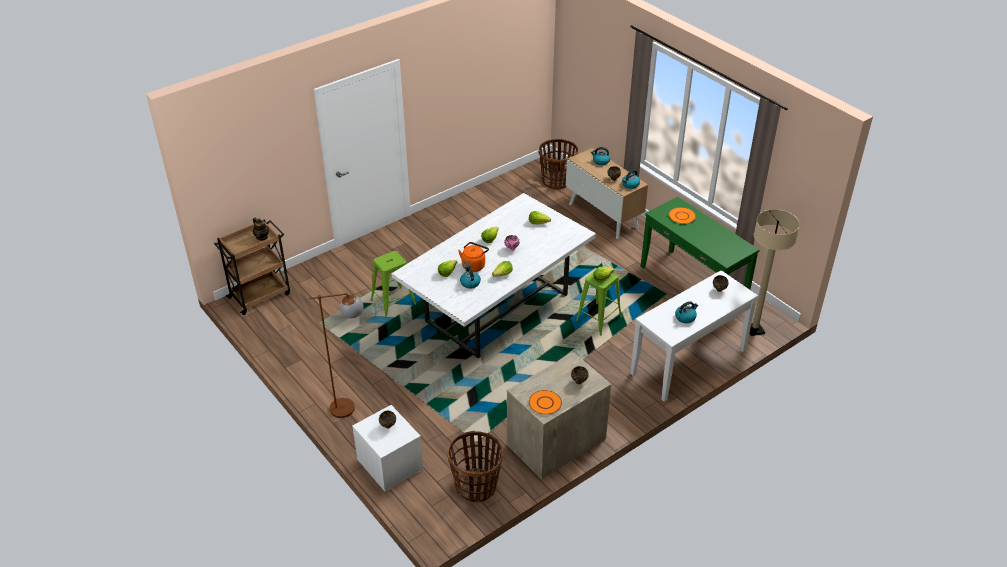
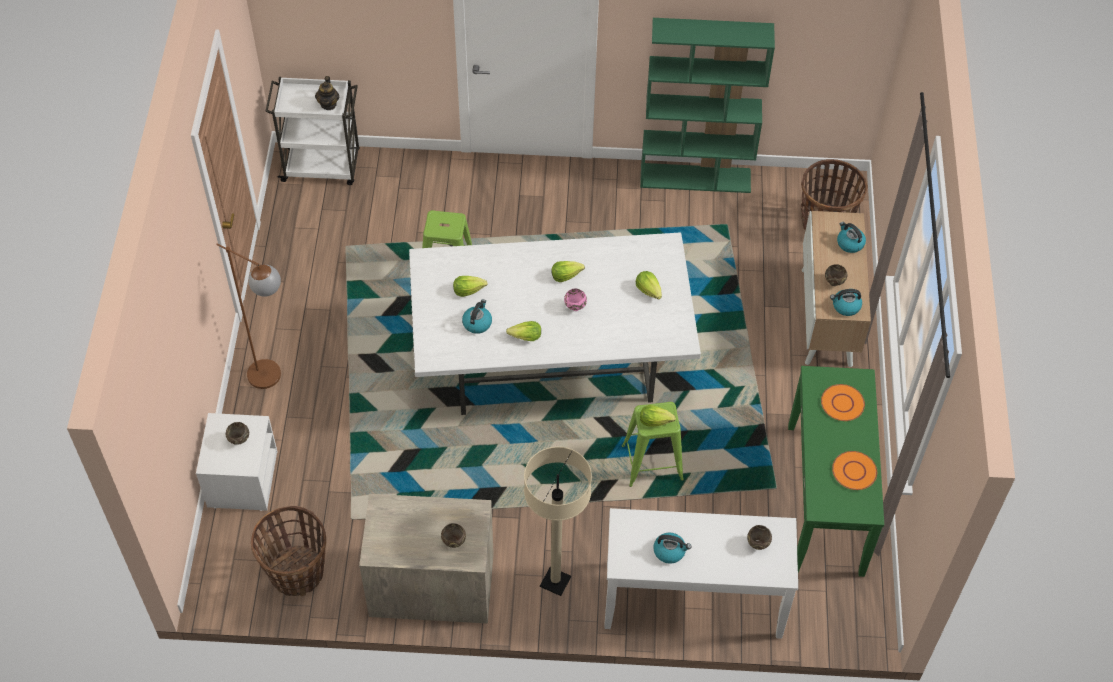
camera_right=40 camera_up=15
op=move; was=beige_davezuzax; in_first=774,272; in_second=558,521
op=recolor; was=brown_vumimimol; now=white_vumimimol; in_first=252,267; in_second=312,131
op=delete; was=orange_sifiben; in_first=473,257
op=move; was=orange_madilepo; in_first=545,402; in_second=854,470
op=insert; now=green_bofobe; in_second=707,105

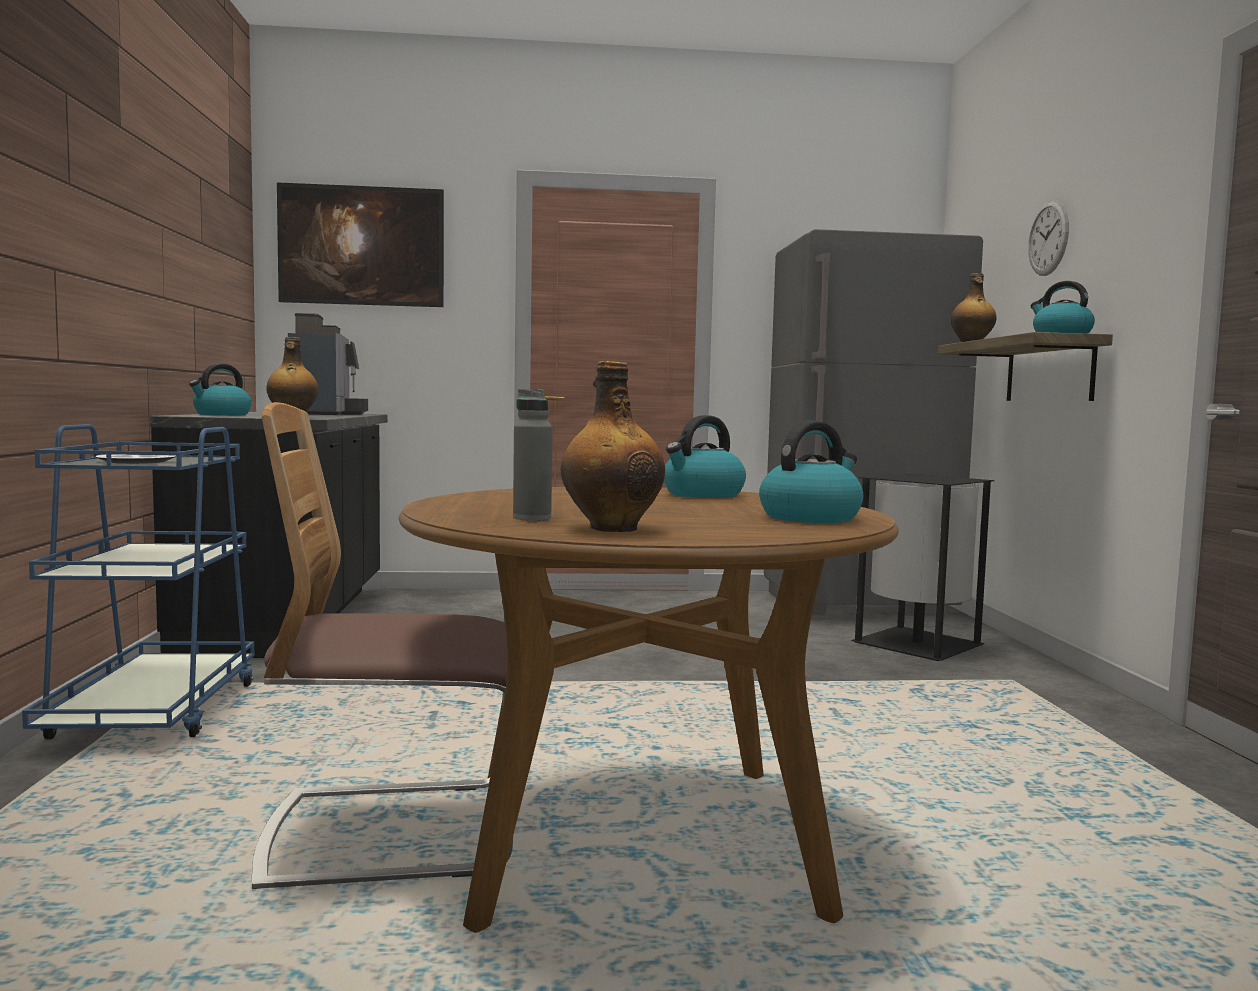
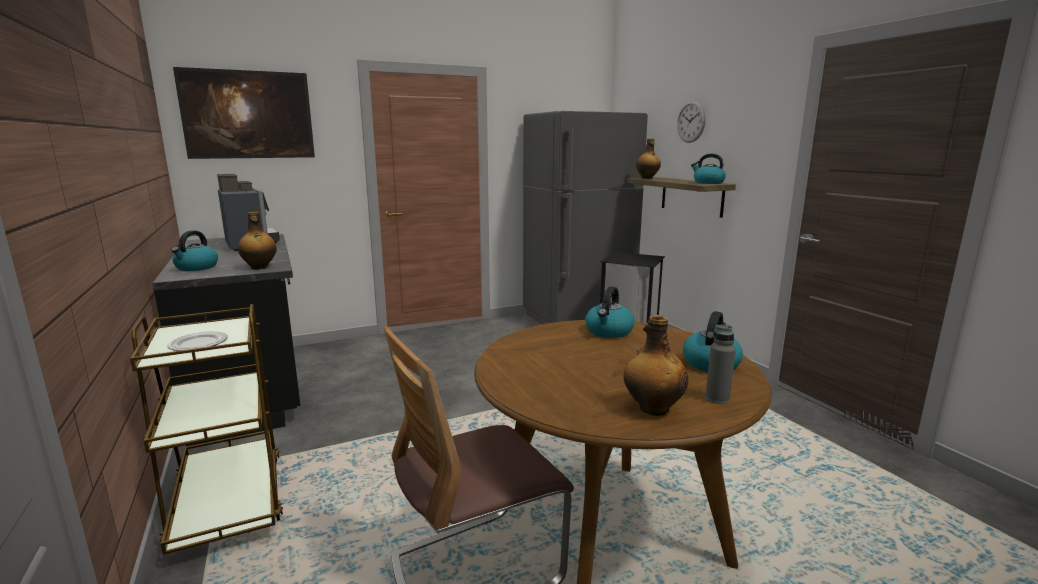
camera_right=-20 camera_up=10
op=move; was=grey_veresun; in_first=533,454; in_second=720,364
op=recolor; was=blue_vumimimol; now=brown_vumimimol; in_first=138,581; in_second=206,429

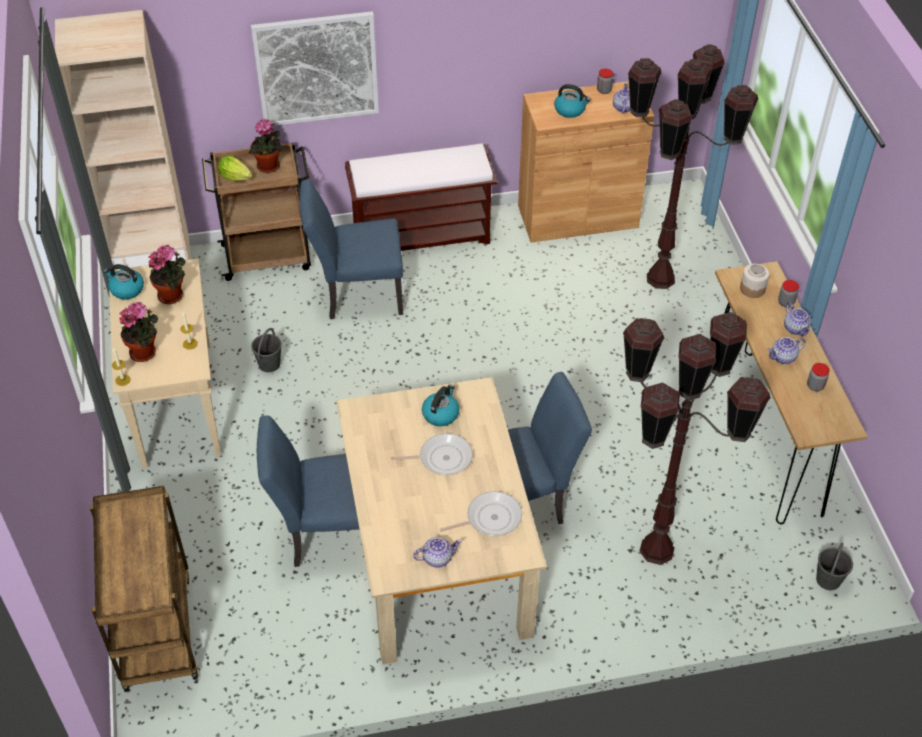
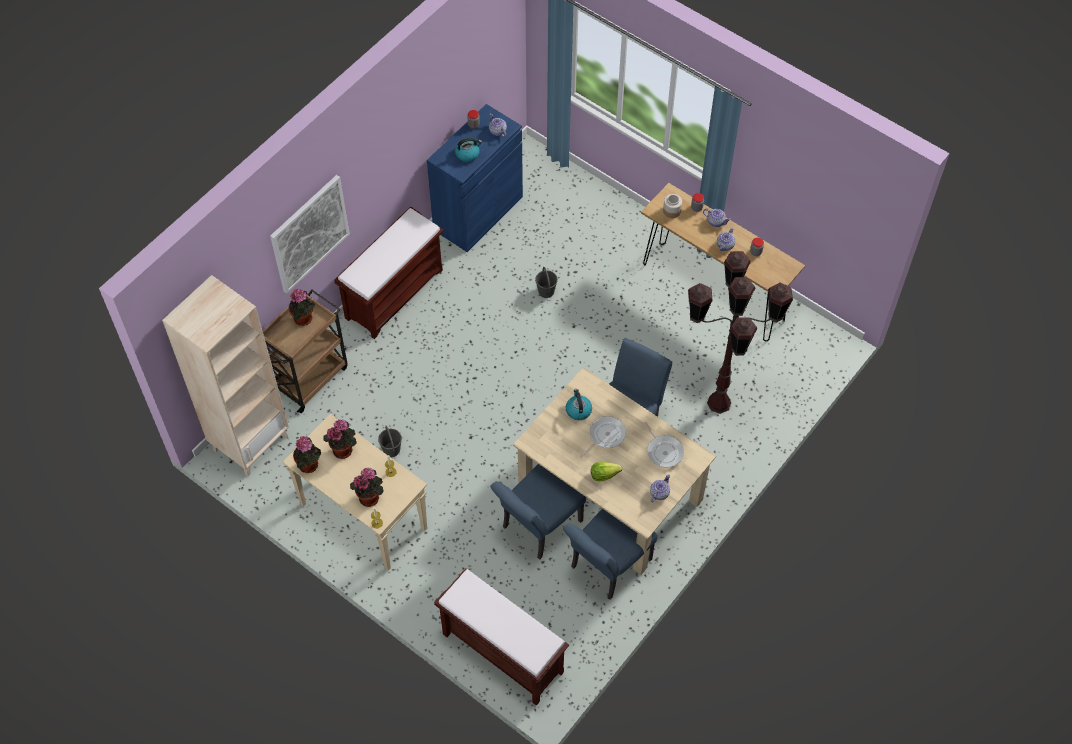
camera_right=-40 camera_up=10
op=delete; was=brown_davezuzax; in_first=693,166
op=recolor; was=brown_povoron; now=blue_povoron; in_first=586,162; in_second=475,178
op=move; was=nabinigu; in_first=235,168; in_second=606,472
op=move; was=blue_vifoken; in_first=351,249; in_second=610,554
op=replace; was=sifiben; now=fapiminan; in_first=123,281; in_second=307,454
op=replace; was=brown_vumimimol; now=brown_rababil; in_first=144,589; in_second=501,637
op=rotate; was=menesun; in_first=481,513; in_second=664,445; clockwise=120
op=move; was=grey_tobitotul; in_first=834,566; in_second=546,282

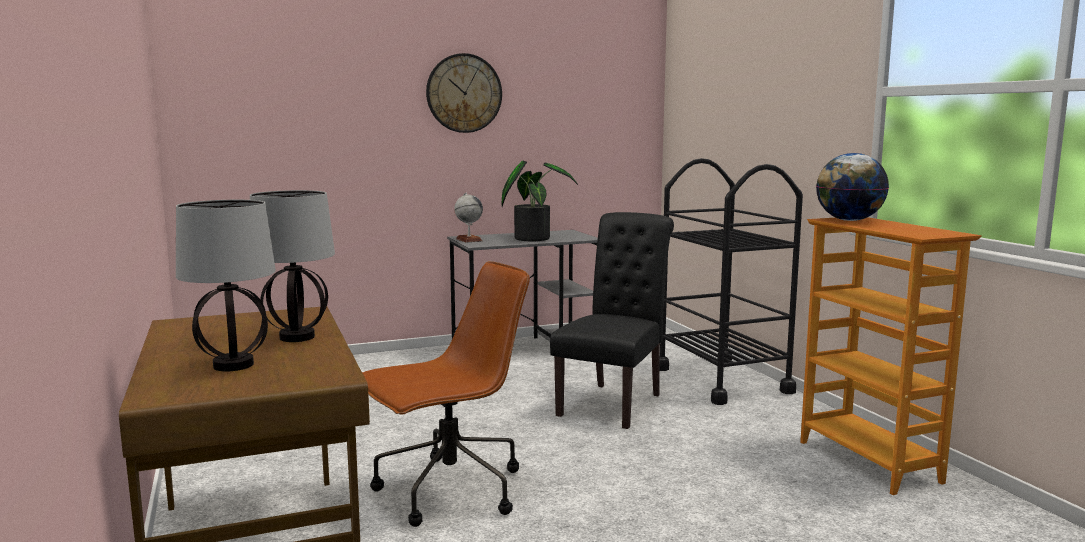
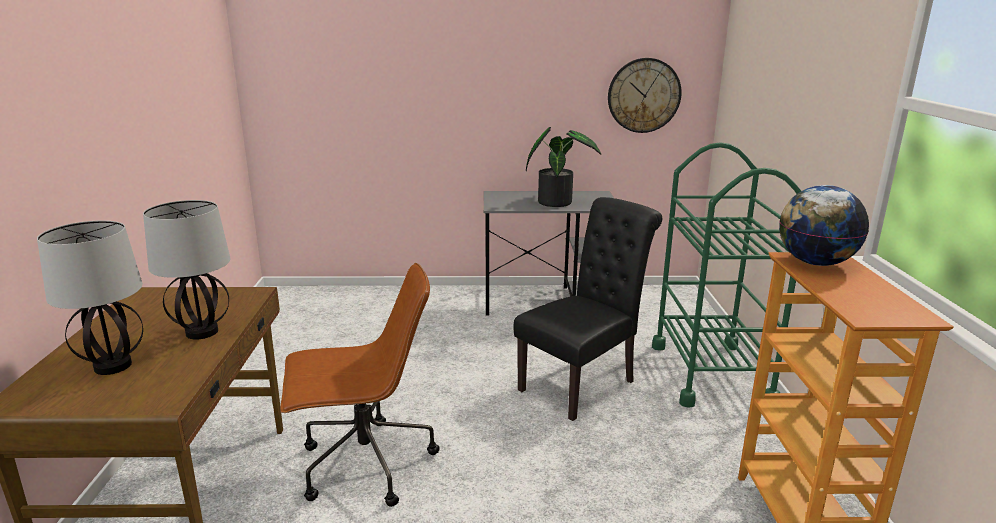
camera_right=20 camera_up=10
op=move; was=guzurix; in_first=464,93; in_second=645,95
op=recolor; was=black_vumimimol; now=green_vumimimol; in_first=731,281; in_second=726,275
op=delete; was=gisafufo; in_first=468,218

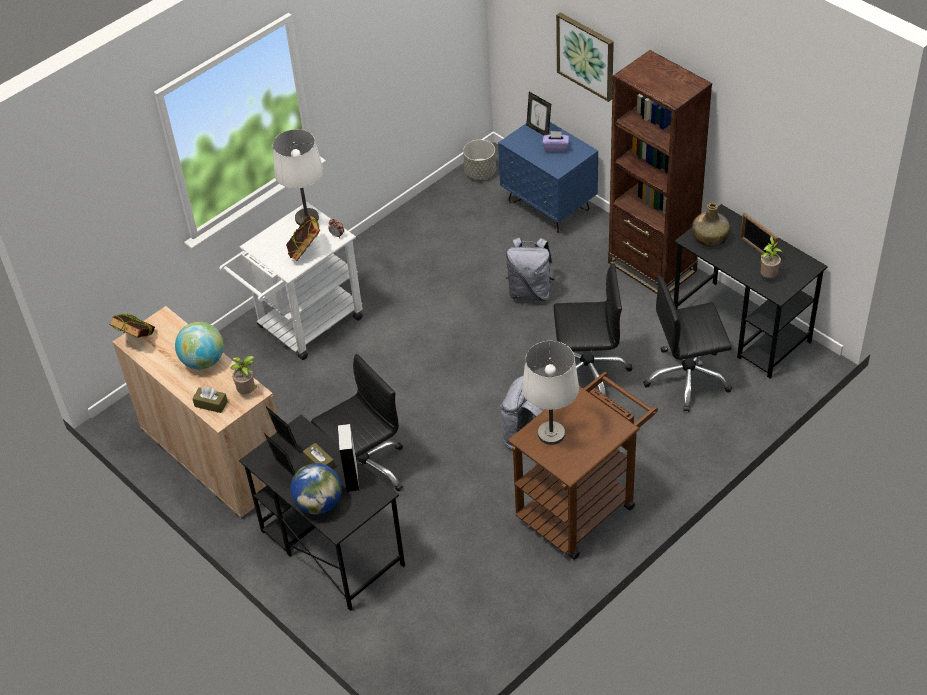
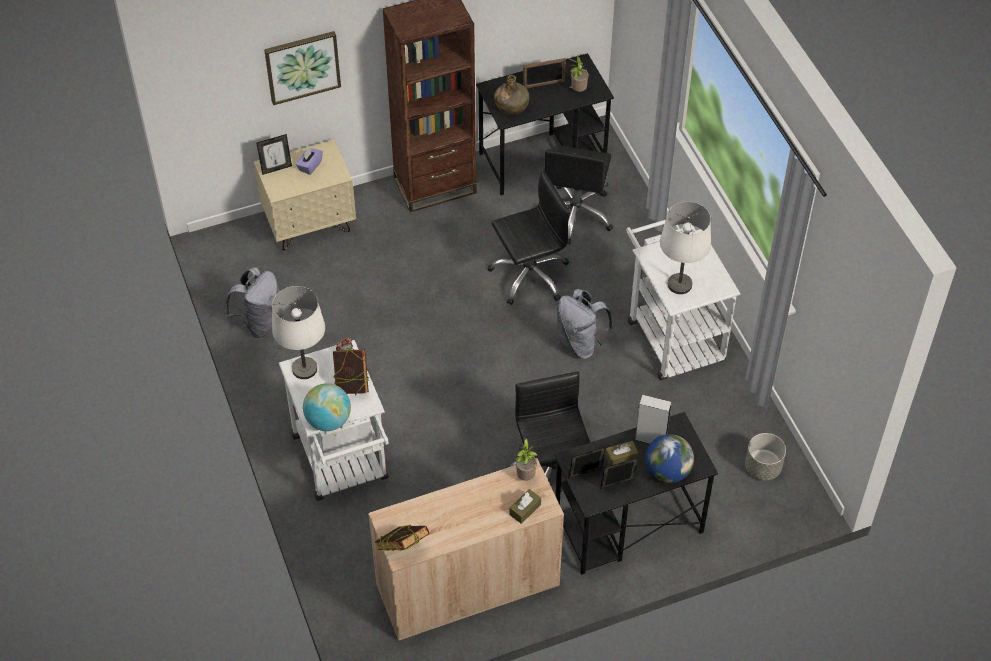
camera_right=-70 camera_up=5
op=recolor; was=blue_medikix; now=beige_medikix; in_first=548,177; in_second=305,195
op=move; was=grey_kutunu; in_first=479,160; in_second=765,456
op=move; was=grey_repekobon; in_first=530,269; in_second=254,302
op=rotate; was=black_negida; in_first=593,329; in_second=529,238; clockwise=45
op=move; was=gisafufo; in_first=199,346; in_second=327,407
op=recolor; was=brown_vumimimol; now=white_vumimimol; in_first=583,466; in_second=683,300

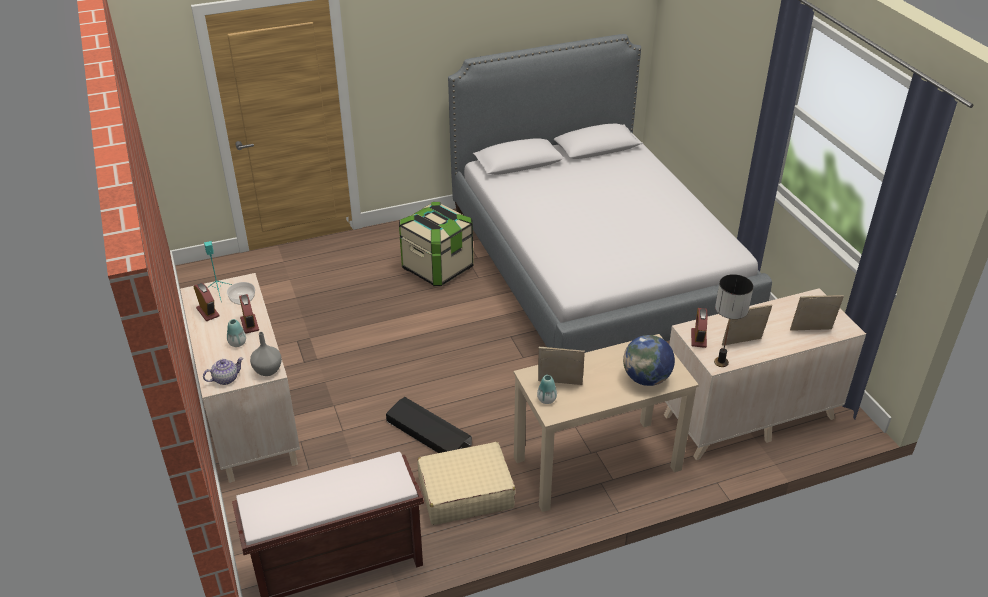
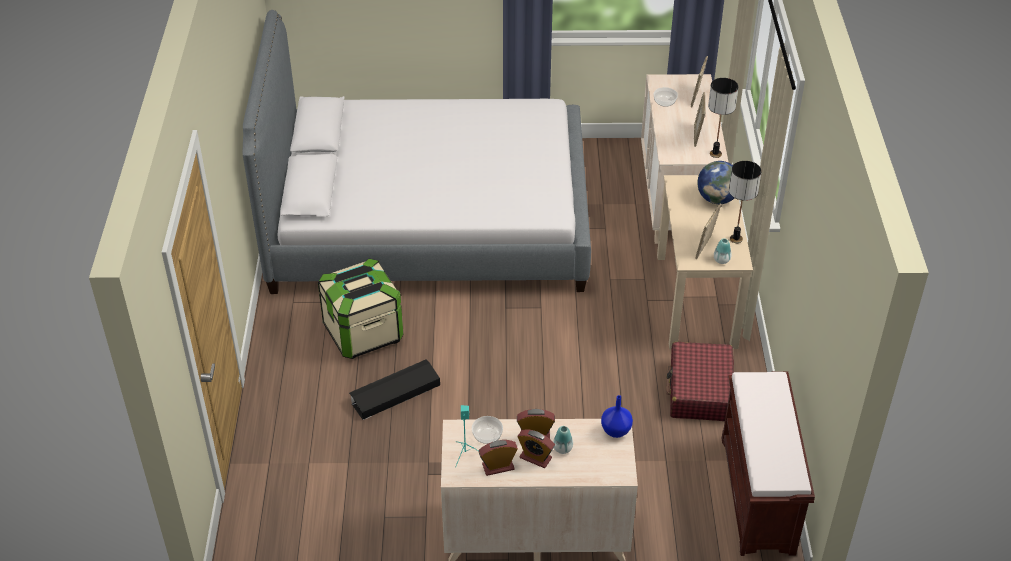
camera_right=-70 camera_up=5
op=move; was=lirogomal; in_first=699,328; in_second=536,448
op=recolor; was=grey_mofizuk; now=blue_mofizuk; in_first=266,354; in_second=617,416
op=delete; was=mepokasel; in_first=223,371
op=move; was=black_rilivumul; in_first=429,425; in_second=394,389
op=recolor; was=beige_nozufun; now=red_nozufun; in_first=466,483; in_second=700,381
op=insert; now=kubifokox; in_second=666,97
op=insert; now=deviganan; in_second=745,202

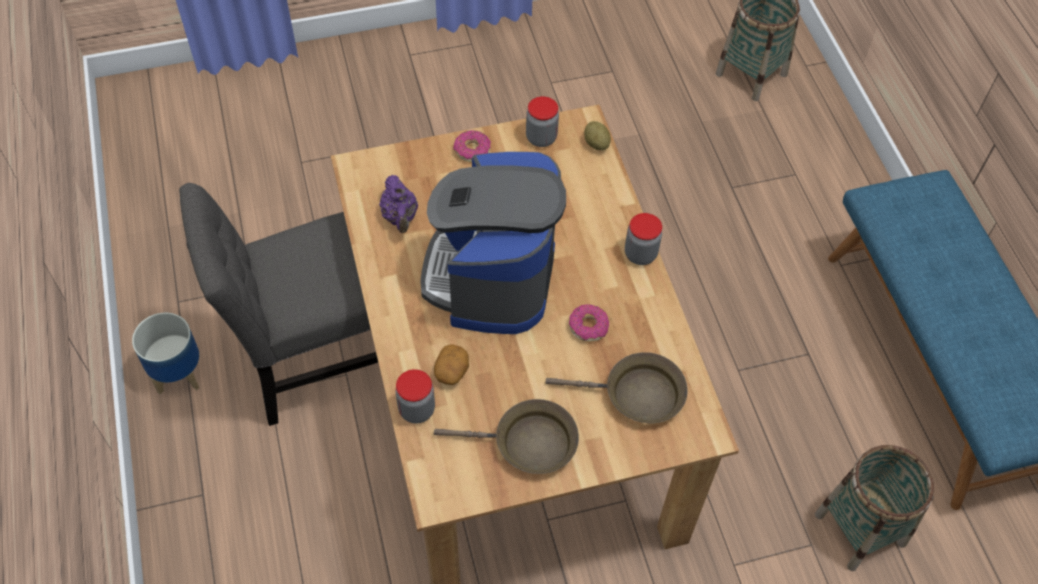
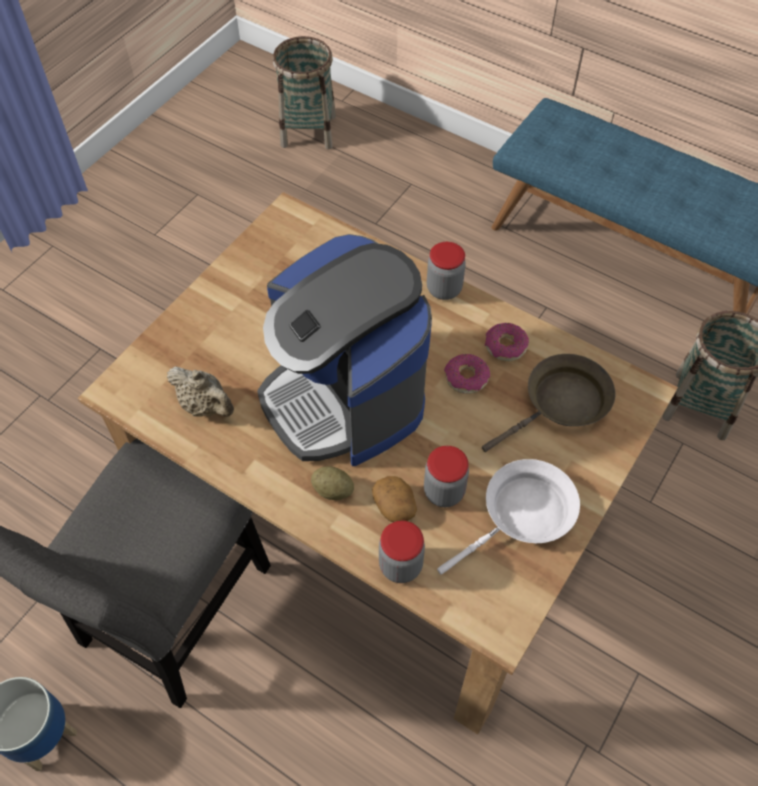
camera_right=-40 camera_up=0
op=move; was=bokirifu; in_first=542,121; in_second=446,476
op=move; was=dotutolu; in_first=597,135; in_second=332,483
op=move; was=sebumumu; in_first=472,146; in_second=507,342
op=recolor; was=purple_mepokasel; now=beige_mepokasel; in_first=398,204; in_second=200,391
op=recolor; was=brown_menesun; now=white_menesun; in_first=506,436; in_second=508,517

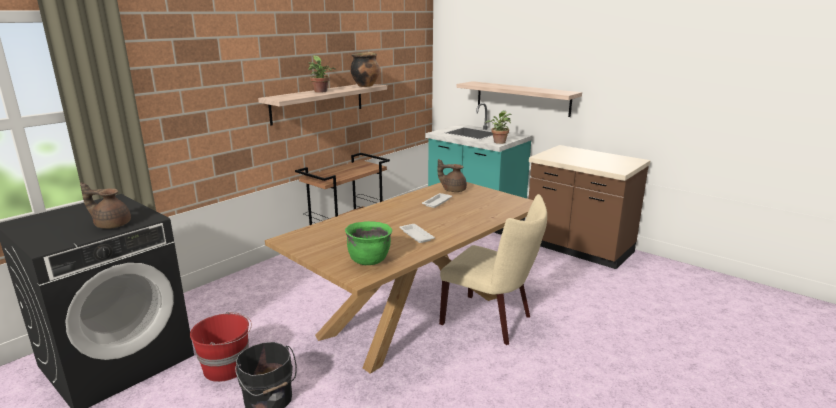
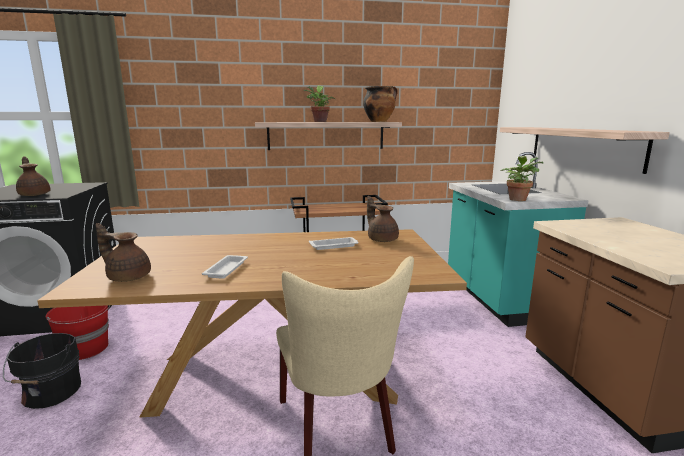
camera_right=40 camera_up=-5
op=replace; was=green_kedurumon; now=brown_mepokasel; in_first=368,243; in_second=123,252

